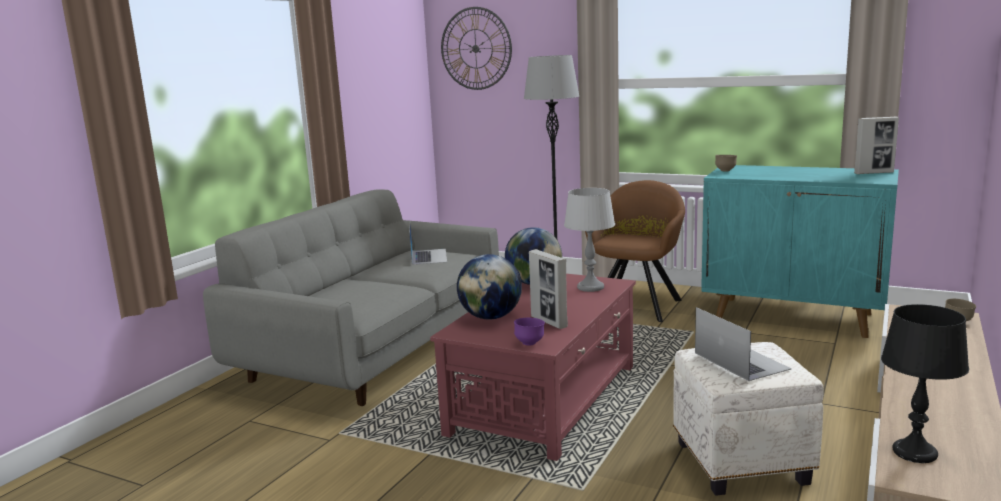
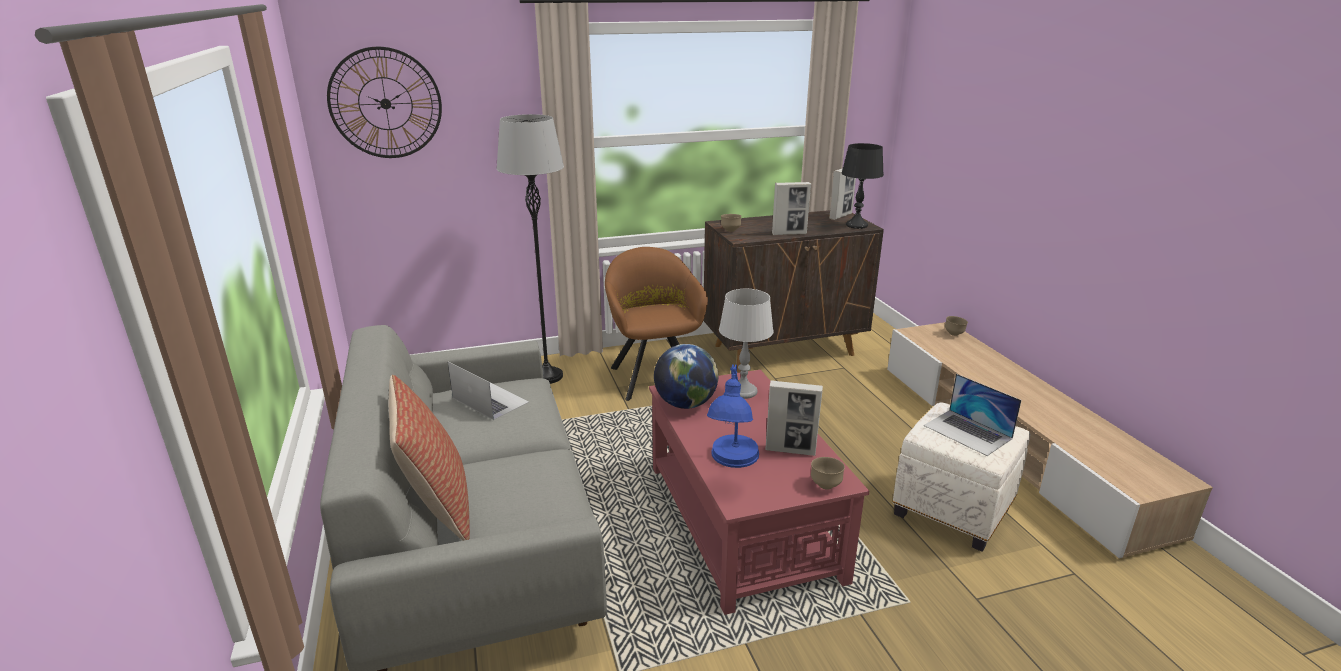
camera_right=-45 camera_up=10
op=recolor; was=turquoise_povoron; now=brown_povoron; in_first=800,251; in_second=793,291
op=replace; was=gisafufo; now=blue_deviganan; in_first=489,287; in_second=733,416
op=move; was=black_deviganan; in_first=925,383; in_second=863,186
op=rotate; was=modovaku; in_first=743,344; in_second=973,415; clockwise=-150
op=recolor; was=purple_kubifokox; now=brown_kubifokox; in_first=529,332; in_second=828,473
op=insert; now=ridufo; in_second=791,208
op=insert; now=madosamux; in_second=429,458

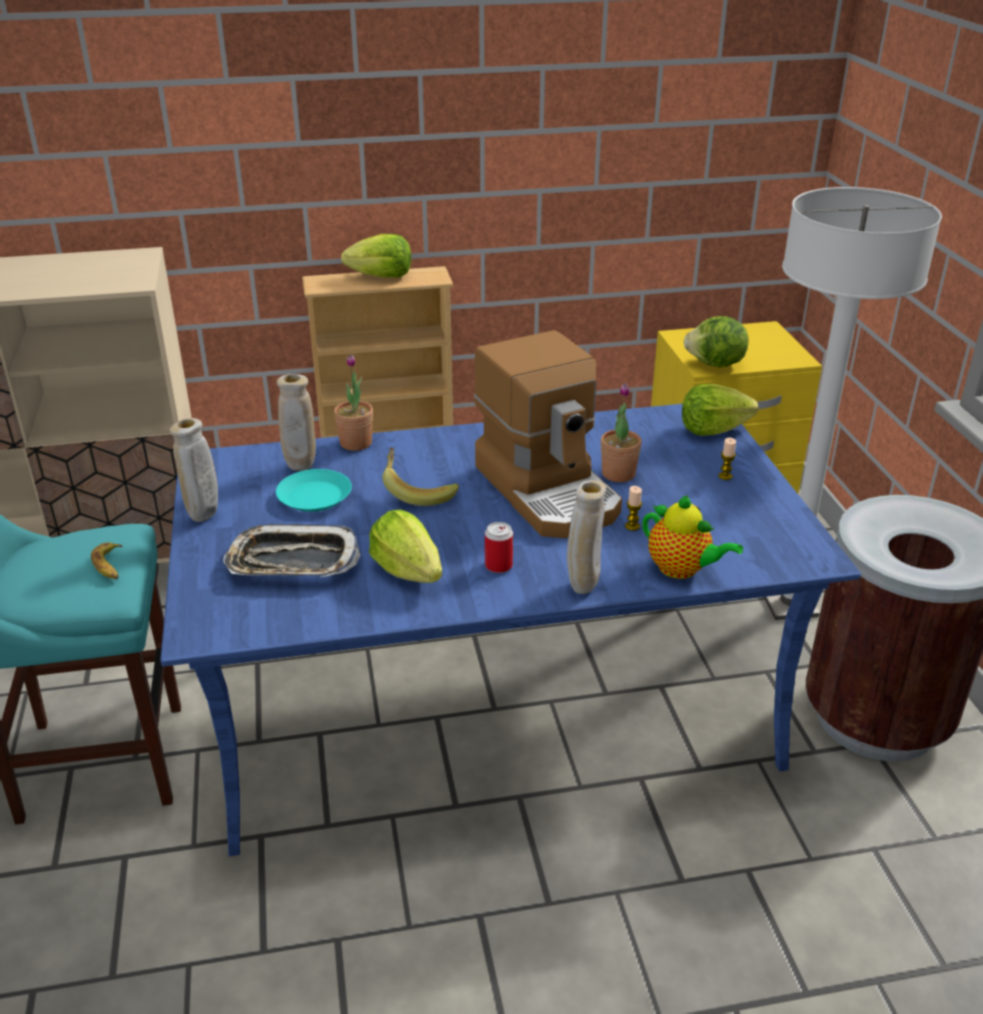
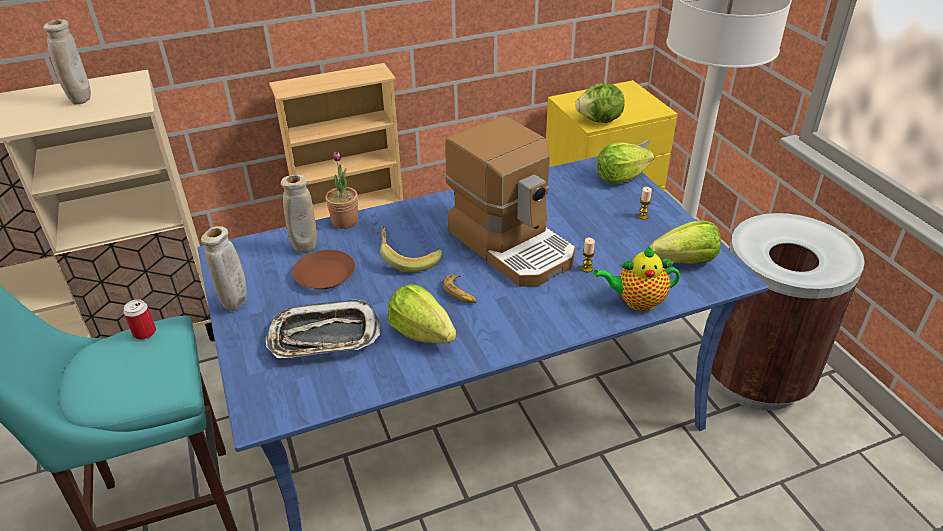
camera_right=-10 camera_up=5
op=move; was=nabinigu; in_first=376,255; in_second=685,242
op=delete; was=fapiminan; in_first=621,432
op=recolor; was=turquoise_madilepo; now=brown_madilepo; in_first=314,490; in_second=323,269
op=move; was=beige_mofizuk; in_first=586,537; in_second=67,62
op=rotate; was=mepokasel; in_first=692,537; in_second=637,278; clockwise=150
op=move; was=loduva; in_first=499,547; in_second=139,319
op=move; was=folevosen; in_first=107,560; in_second=460,289

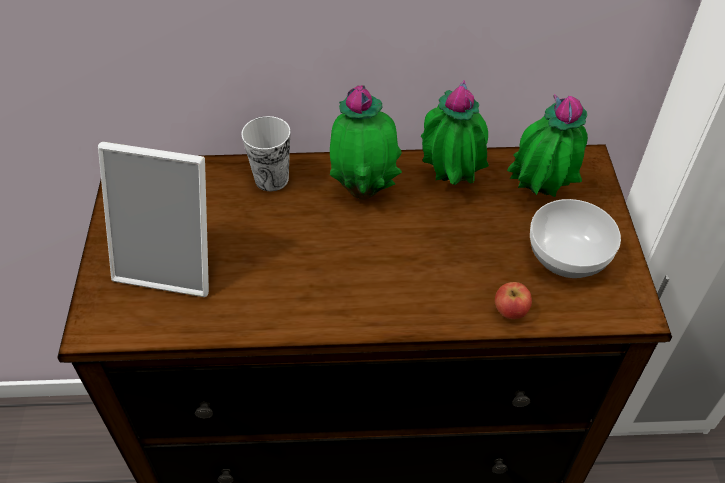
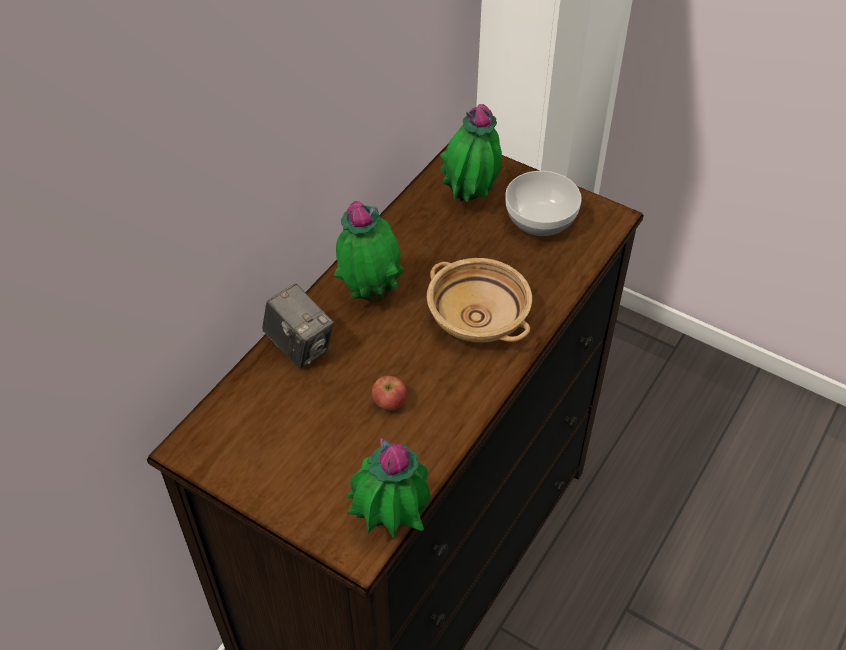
camera_right=-55 camera_up=0
op=move; was=fapiminan; in_first=455,132; in_second=387,488
op=replace; was=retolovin; now=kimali; in_first=265,153; in_second=298,326
op=delete; was=ridufo; in_first=153,219
op=move; was=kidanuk; in_first=513,300; in_second=389,393
op=insert; now=beige_kubifokox; in_second=479,300

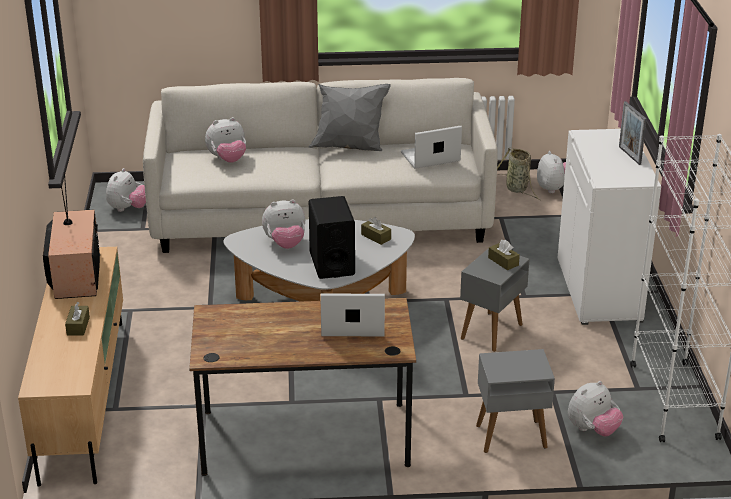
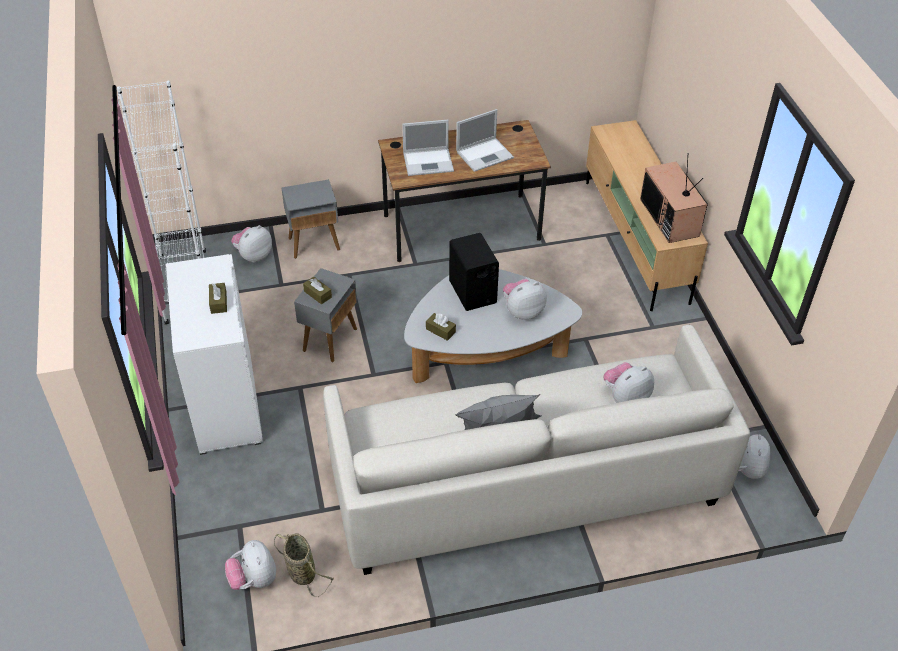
camera_right=170 camera_up=15
op=delete; was=ridufo; in_first=633,133
op=move; was=modovaku; in_first=431,147; in_second=485,140
op=move; was=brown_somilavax; in_first=77,318; in_second=218,298

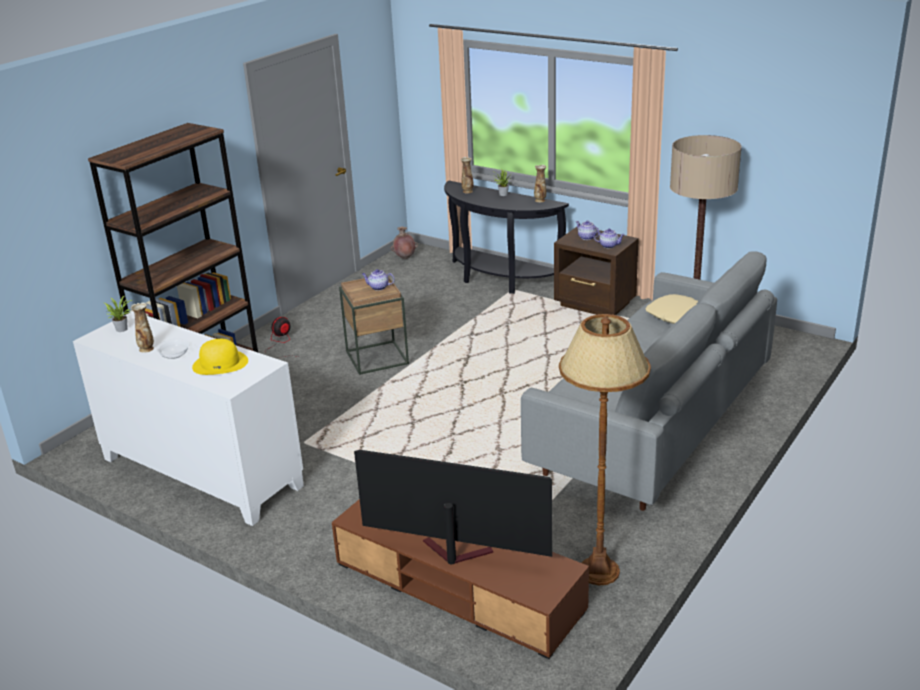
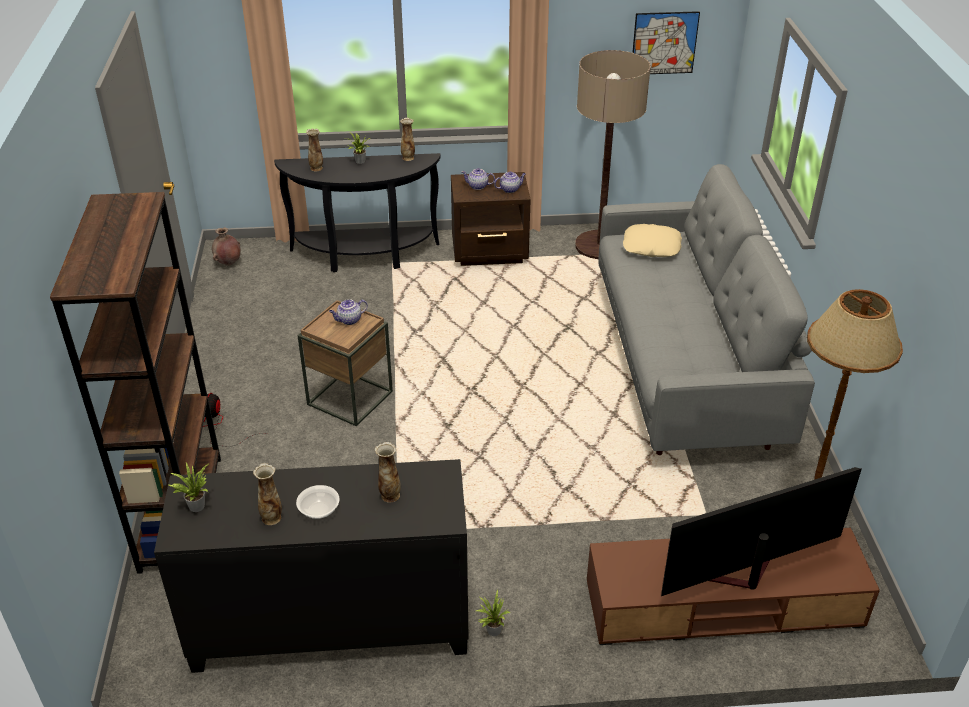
camera_right=-40 camera_up=10
op=recolor; was=white_povoron; now=black_povoron; in_first=188,418; in_second=311,566
op=replace; was=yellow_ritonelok; now=mofizuk; in_first=220,357; in_second=388,472
op=insert; now=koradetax; in_second=666,42
op=insert; now=fapiminan; in_second=493,613

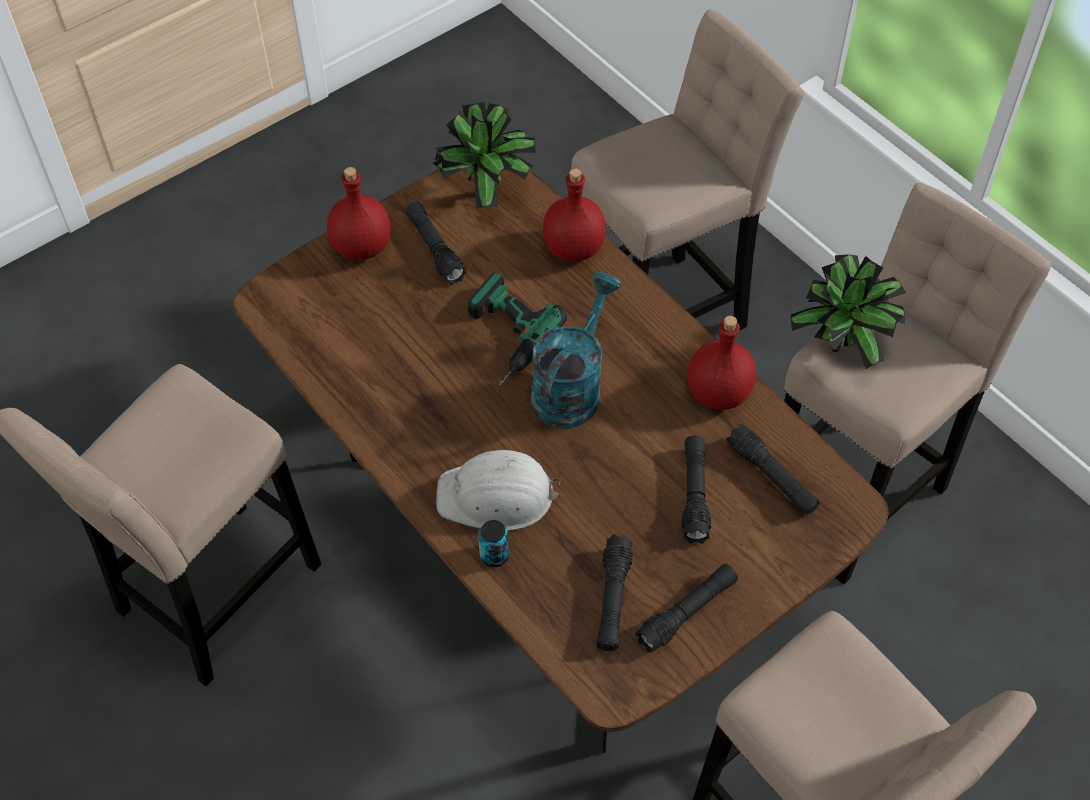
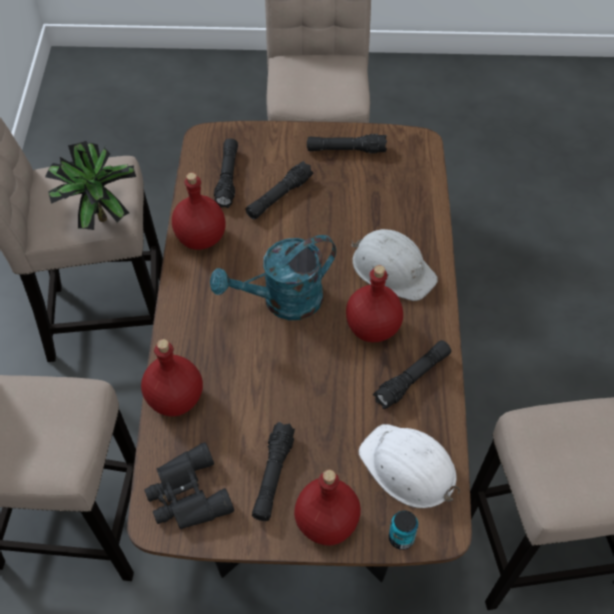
camera_right=-140 camera_up=0
op=replace; was=fapiminan; now=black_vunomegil; in_first=484,155; in_second=189,485
op=delete; was=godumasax; in_first=517,329
op=move; was=loduva; in_first=493,543; in_second=403,530
op=move; was=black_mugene; in_first=614,592; in_second=412,374
op=insert; now=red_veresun; in_second=374,303
op=insert; now=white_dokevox; in_second=409,466

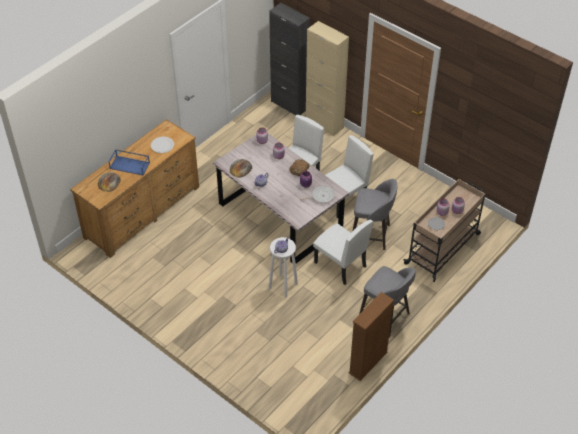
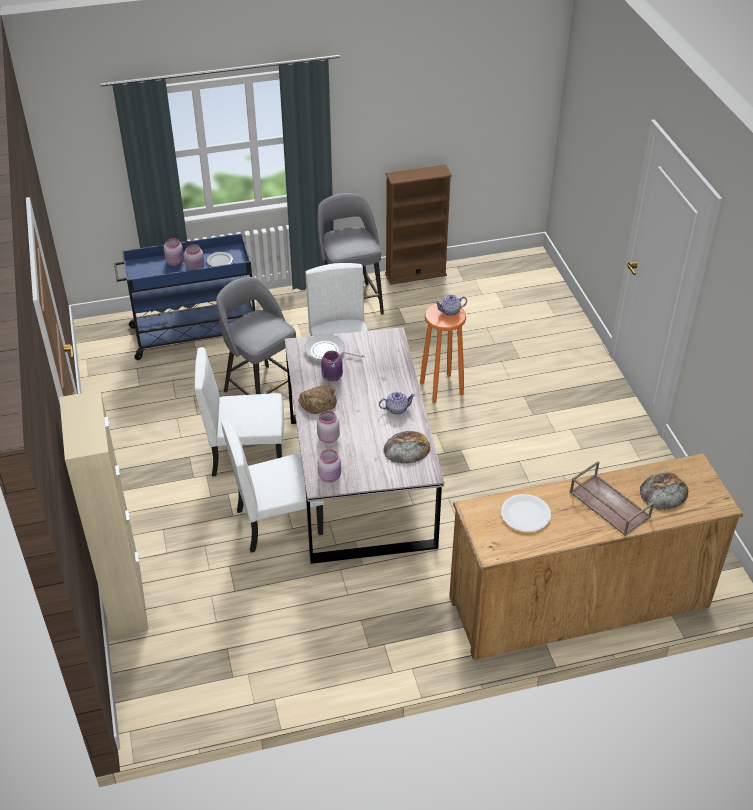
camera_right=-145 camera_up=-5
op=delete; was=black_povoron; in_first=289,59
op=recolor; was=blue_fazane; now=brown_fazane; in_first=129,162; in_second=612,498
op=recolor; was=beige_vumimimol; now=blue_vumimimol; in_first=444,230; in_second=184,296
op=recolor; was=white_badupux; now=orange_badupux; in_first=283,267; in_second=443,352

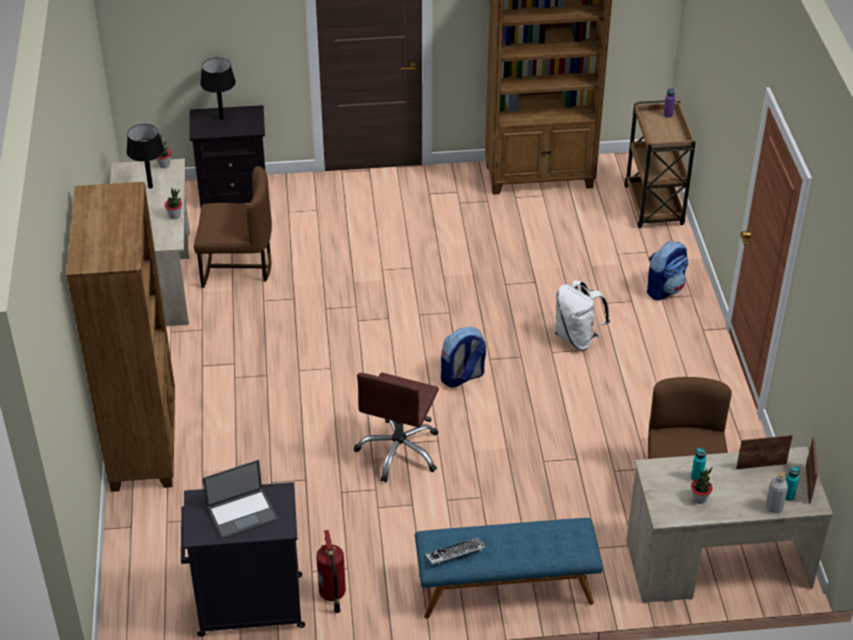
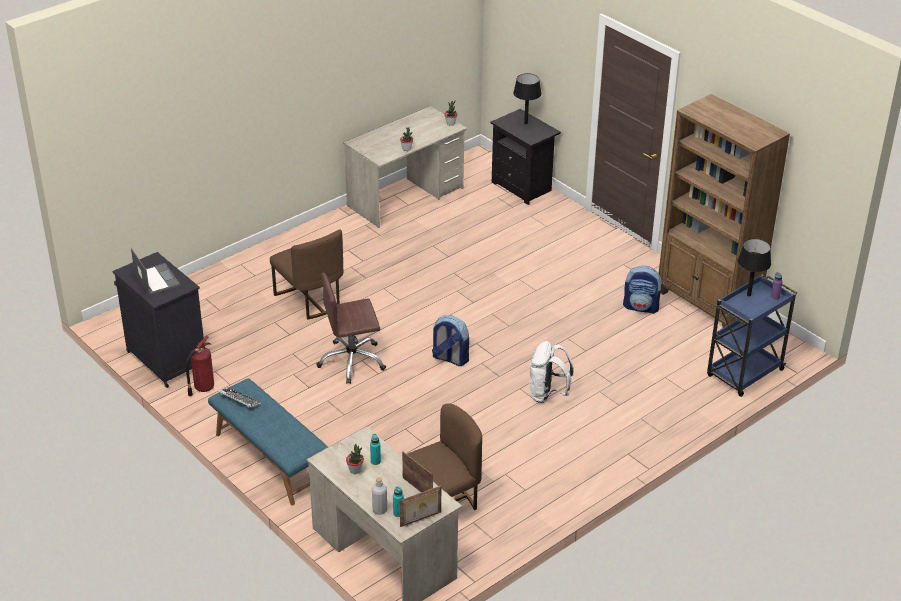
camera_right=55 camera_up=-5
op=recolor; was=brown_vumimimol; now=blue_vumimimol; in_first=660,164; in_second=752,335
op=move; was=black_deviganan; in_first=145,156; in_second=754,267
op=move; was=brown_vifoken; in_first=233,227; in_second=306,274
op=delete; was=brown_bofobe; in_first=120,337
op=move; was=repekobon; in_first=668,270; in_second=643,290
op=rotate; was=modovaku; in_first=240,500; in_second=156,272; clockwise=-150

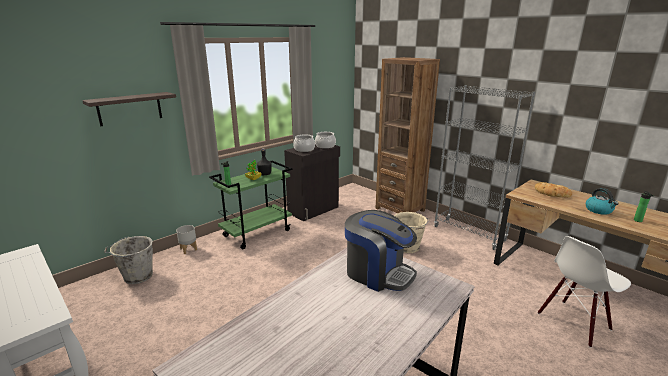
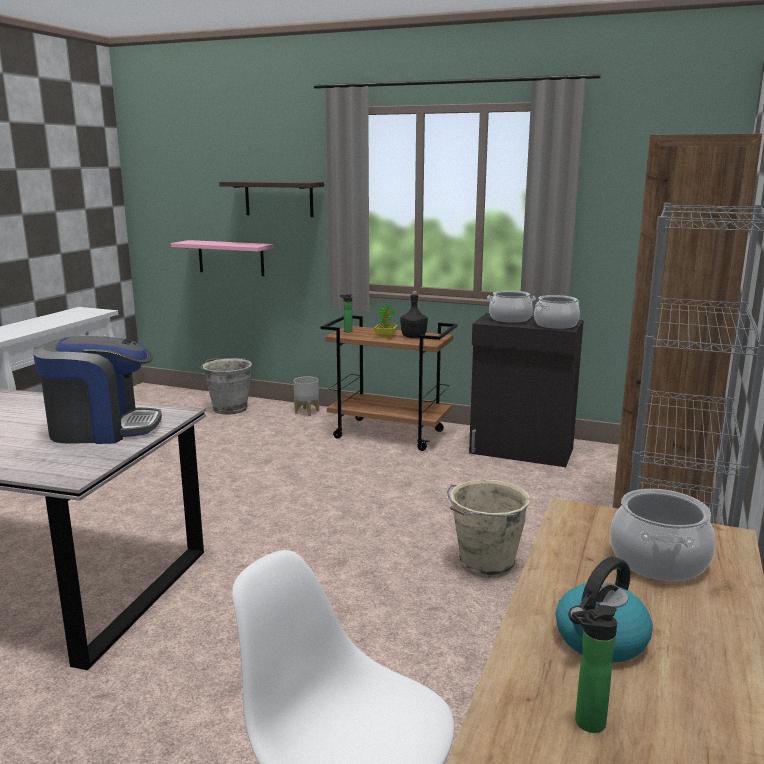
camera_right=65 camera_up=-5
op=recolor; was=green_vumimimol; now=brown_vumimimol; in_first=250,205; in_second=389,383
op=replace; was=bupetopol; now=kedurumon; in_first=553,190; in_second=662,535
op=rotate; was=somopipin; in_first=381,251; in_second=97,390; clockwise=-105
op=insert; now=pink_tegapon; in_second=222,258

